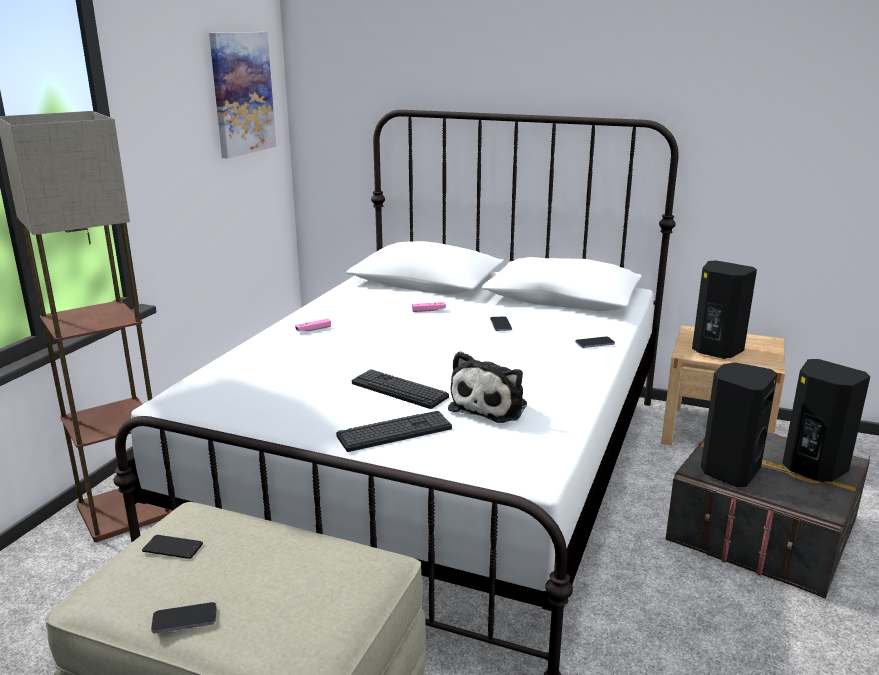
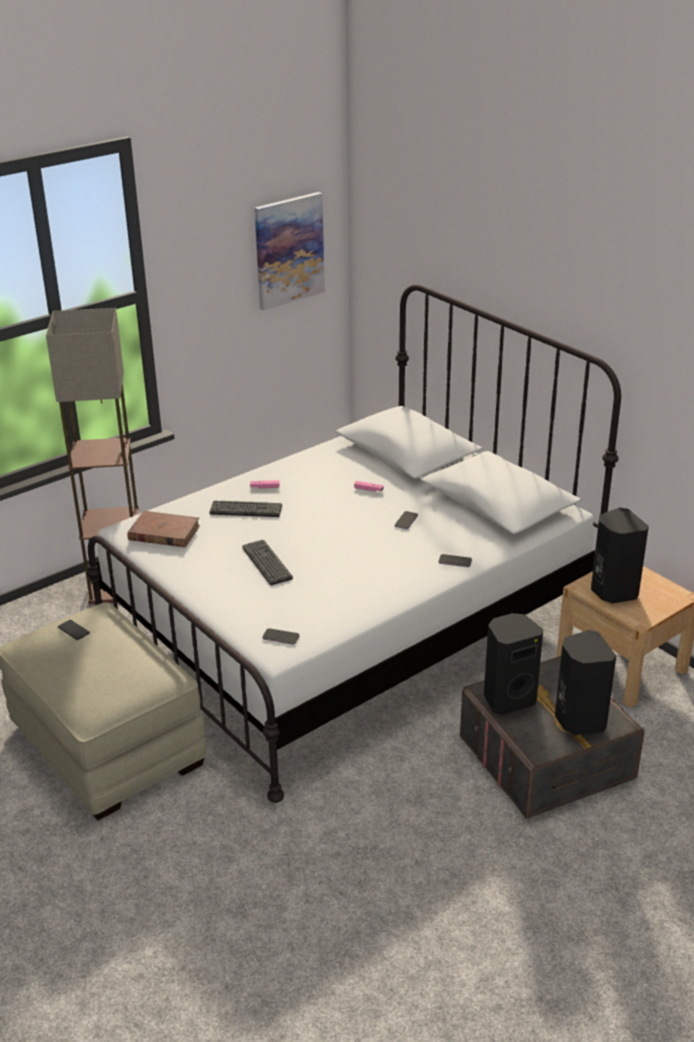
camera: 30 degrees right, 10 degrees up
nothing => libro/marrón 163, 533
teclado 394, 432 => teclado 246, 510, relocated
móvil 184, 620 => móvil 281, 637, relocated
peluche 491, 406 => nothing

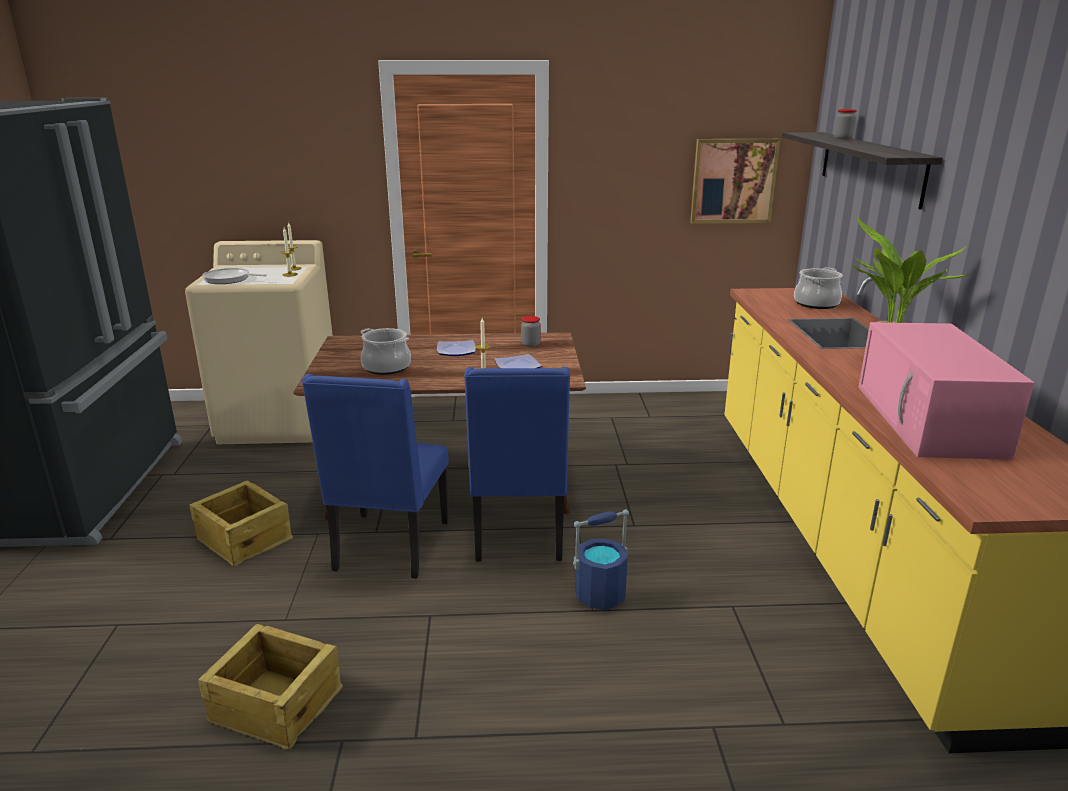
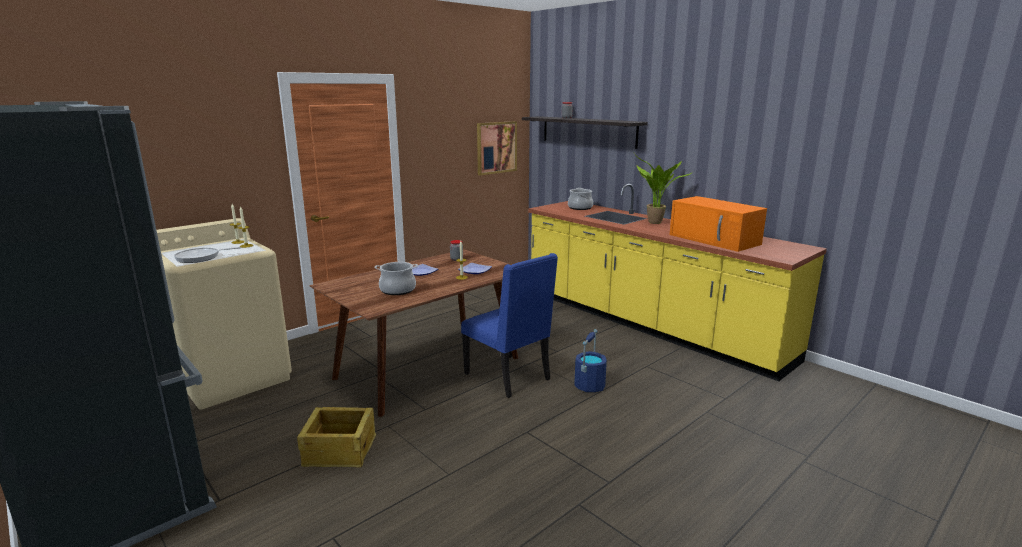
camera: 40 degrees left, 5 degrees down
microondas/rosa 930, 421 => microondas/naranja 715, 239
caja de embalaje 276, 704 => nothing
silla/azul 390, 547 => nothing

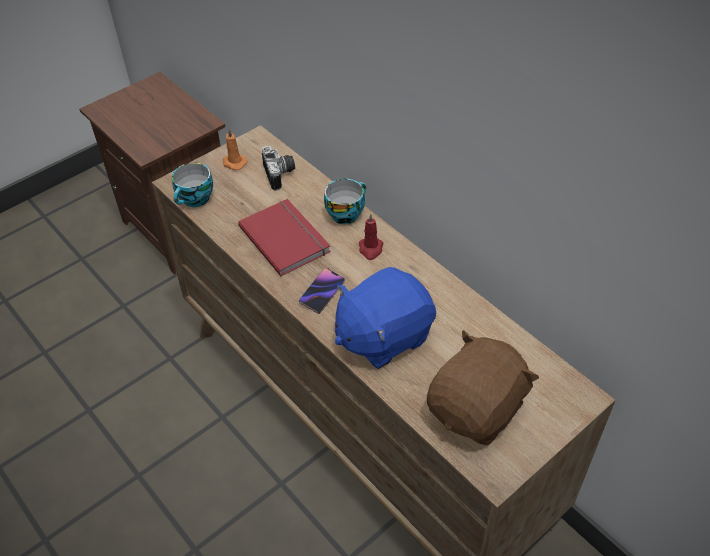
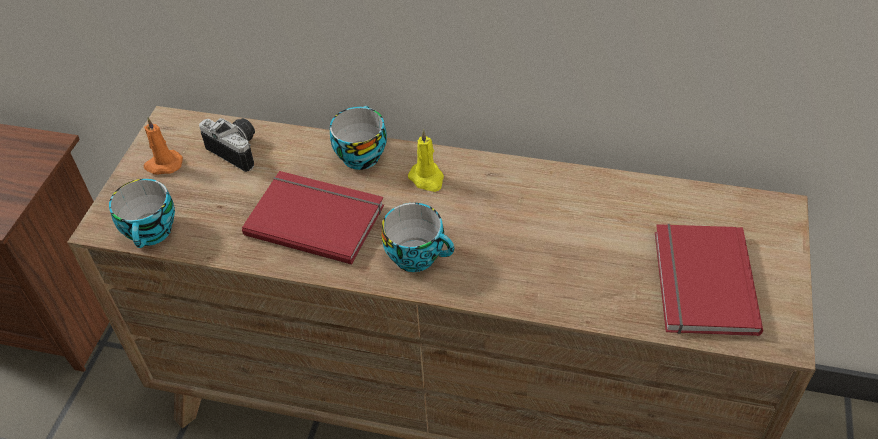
camera: 35 degrees left, 0 degrees up
móvil 322, 292 => taza 418, 255
vela/rojo 370, 249 => vela/amarillo 427, 179
peluche/marrón 477, 409 => libro/rojo 700, 282
peluche/azul 383, 336 => nothing

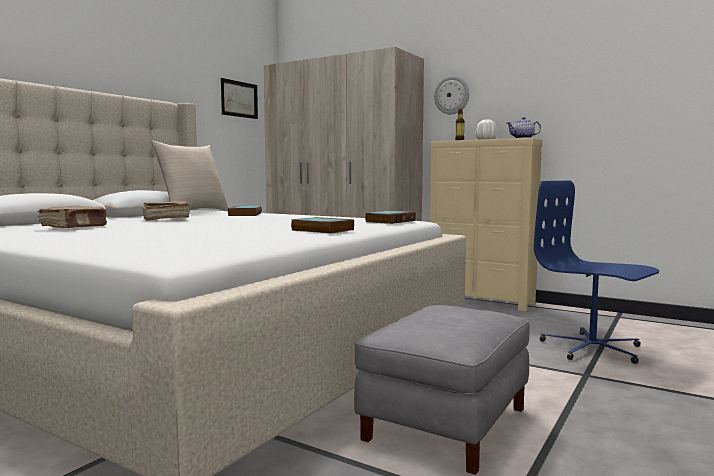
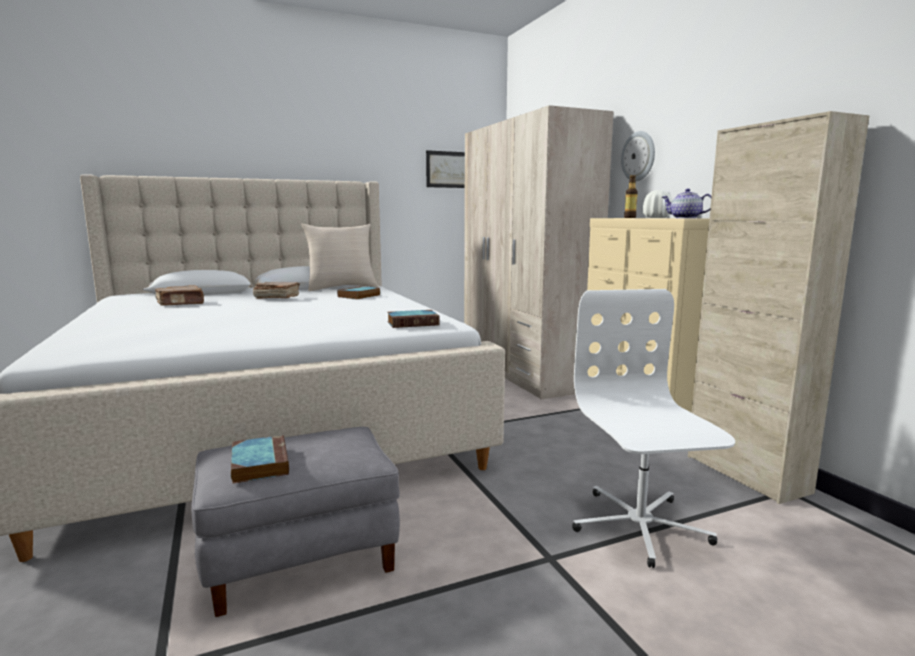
camera: 35 degrees right, 5 degrees up
libro 321, 230 => libro 259, 463, relocated
silla de oficina/azul 592, 348 => silla de oficina/blanco 639, 526
nothing => armario/beis 746, 474

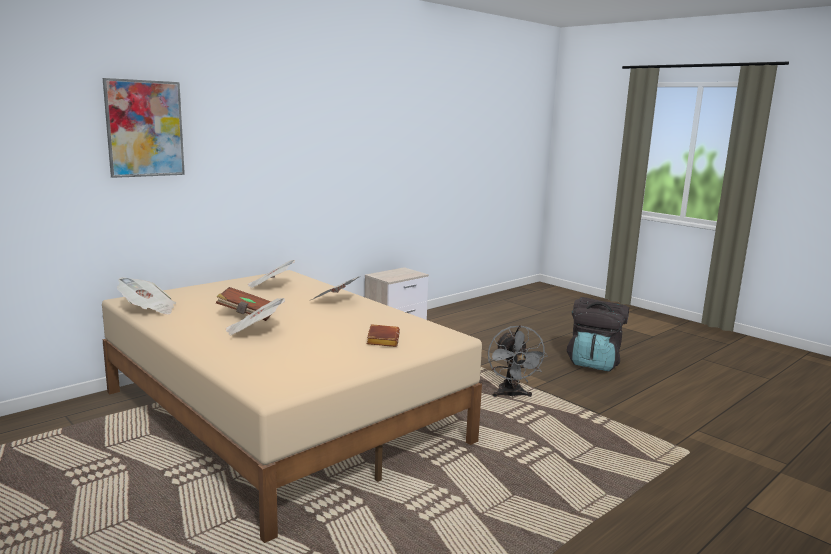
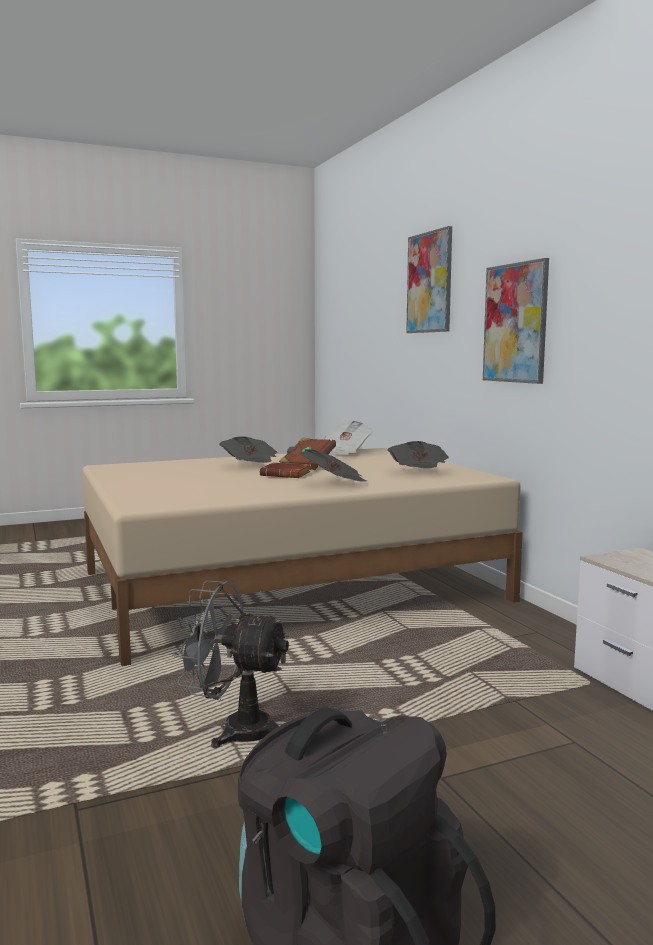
camera: 110 degrees right, 5 degrees down
libro/marrón 382, 339 => libro/marrón 287, 475, relocated
nothing => cuadro 515, 323

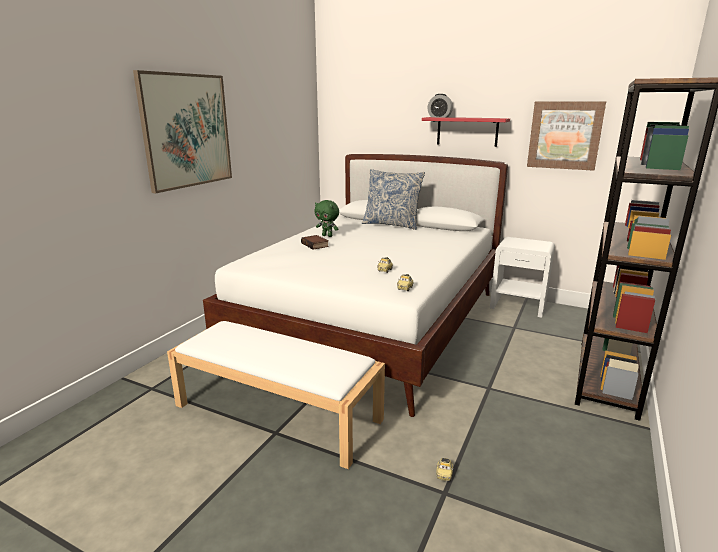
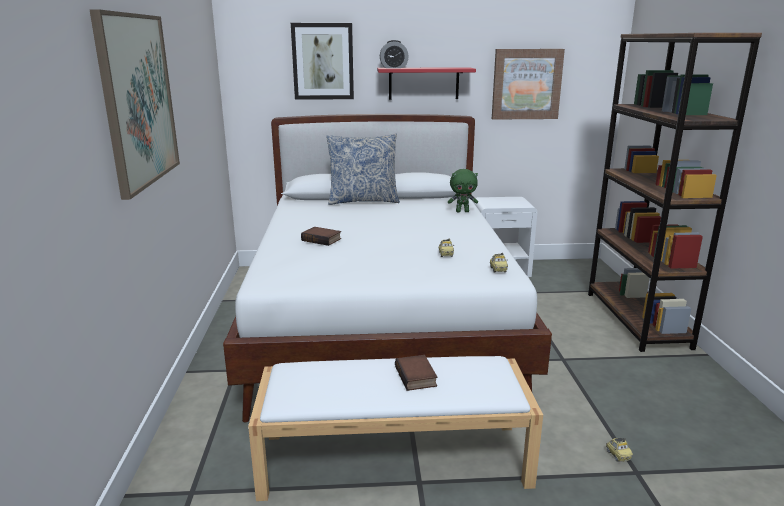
camera: 30 degrees left, 0 degrees up
nothing => cuadro 323, 61
nothing => libro 417, 377
peluche/verde 327, 236 => peluche/verde 462, 211, relocated

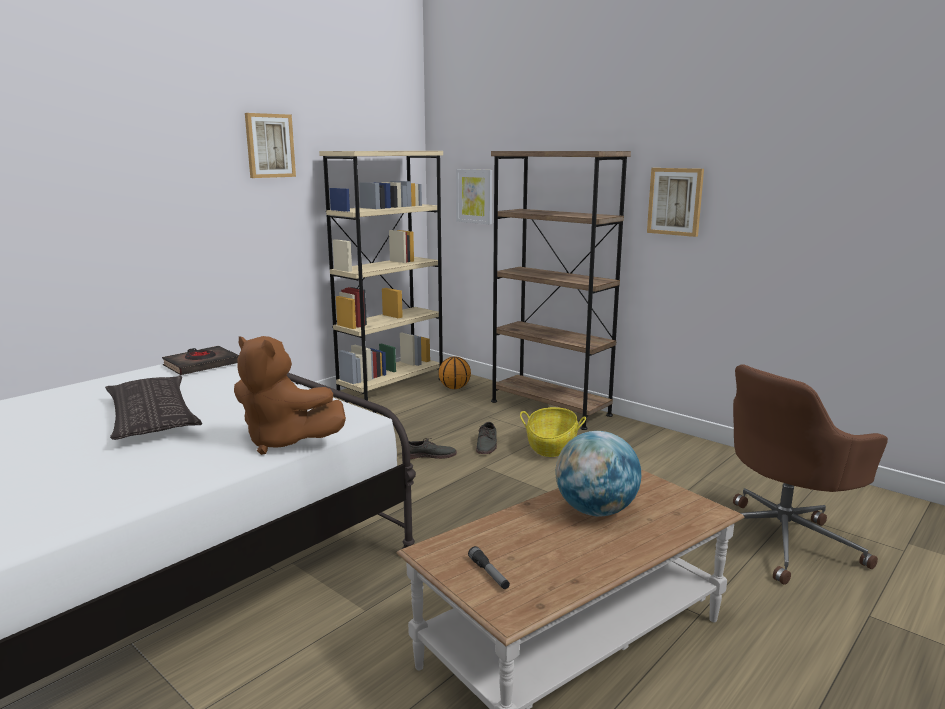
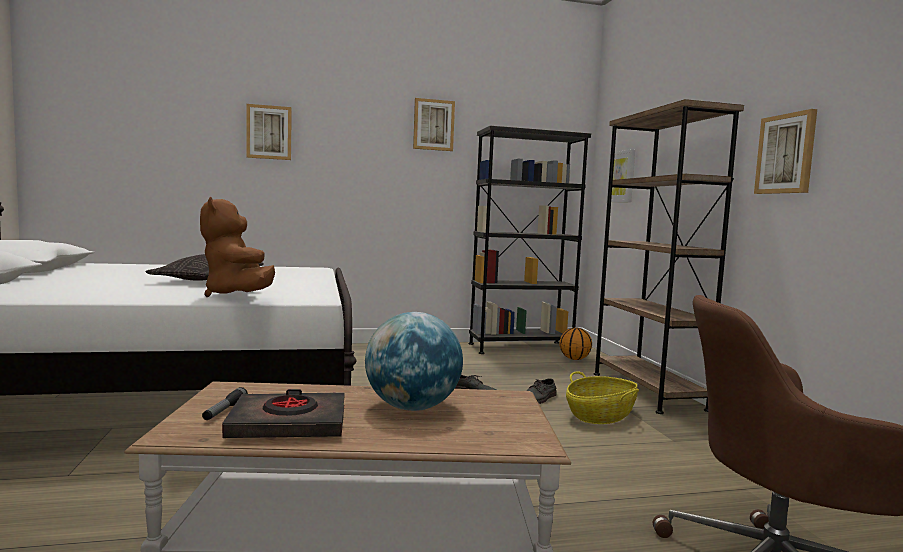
camera: 35 degrees right, 10 degrees down
libro/negro 201, 365 => libro/negro 289, 424, relocated
nothing => cuadro 269, 132
estantería/beis 391, 386 => estantería/negro 520, 347

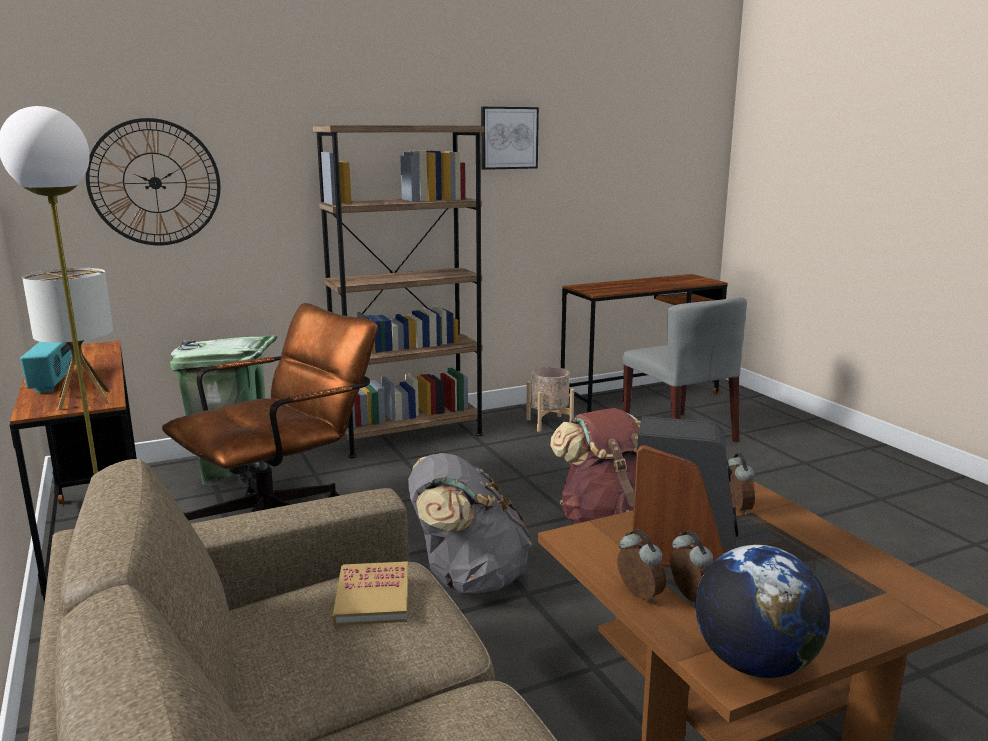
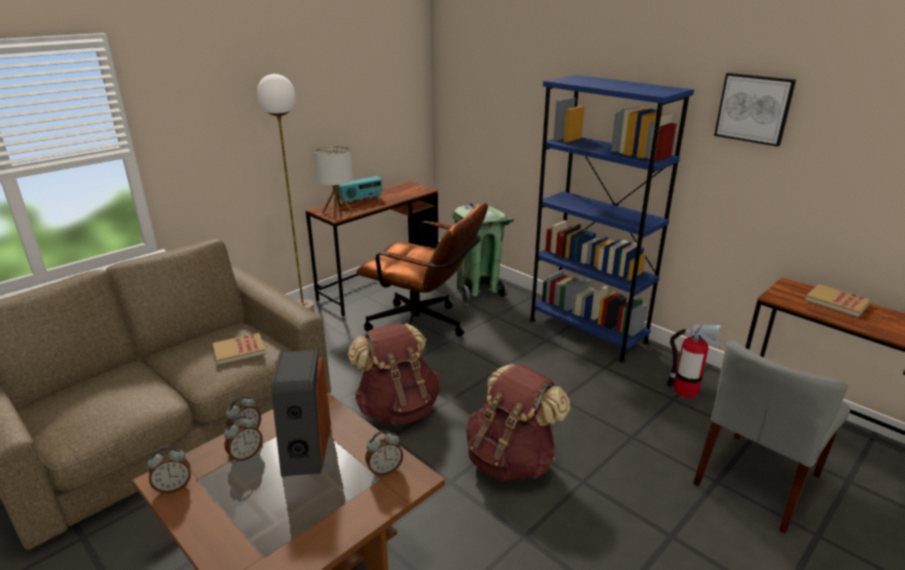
camera: 70 degrees right, 10 degrees up
globo terráqueo 754, 663 => despertador 174, 487
mochila/gris 468, 578 => mochila/marrón 397, 408
estantería/marrón 409, 436 => estantería/azul 587, 331
maceta/beis 549, 423 => extintor 685, 390
nothing => libro 836, 302
reloj de pared 155, 183 => nothing

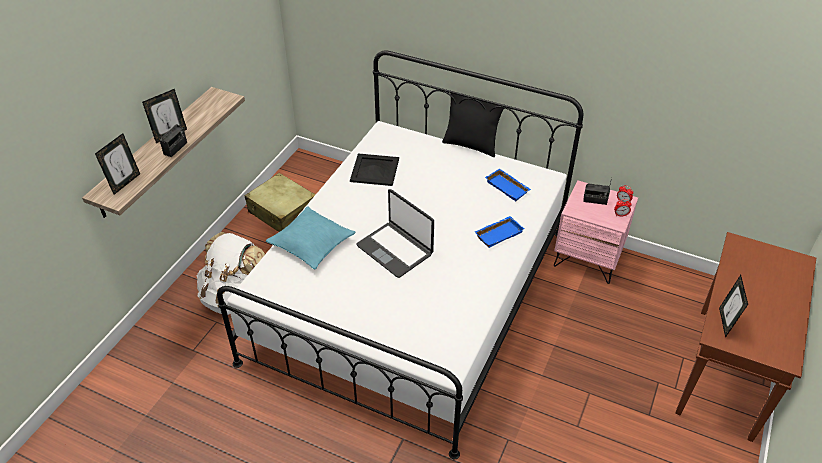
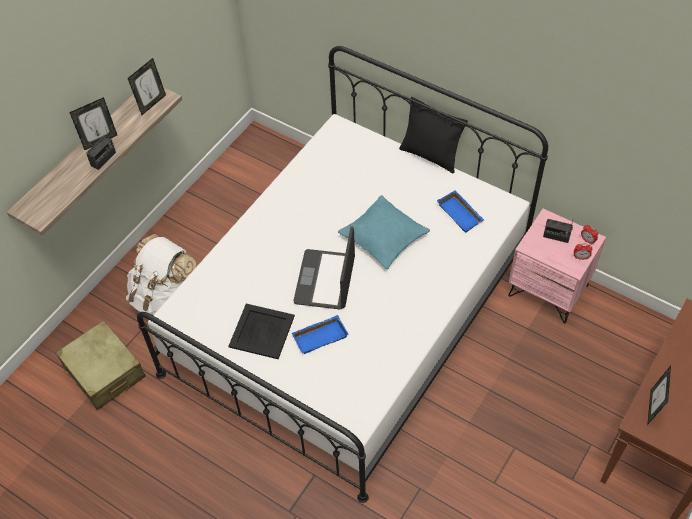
camera: 10 degrees right, 10 degrees up
maleta/beis 283, 212 => maleta/beis 104, 372, relocated
portarretratos 125, 183 => portarretratos 151, 104, relocated
bandeja/negro 375, 170 => bandeja/negro 262, 332, relocated
bandeja/azul 498, 233 => bandeja/azul 320, 336, relocated
portátil 395, 249 => portátil 325, 280, 45 degrees clockwise
cojín/turquesa 311, 243 => cojín/turquesa 384, 237, relocated

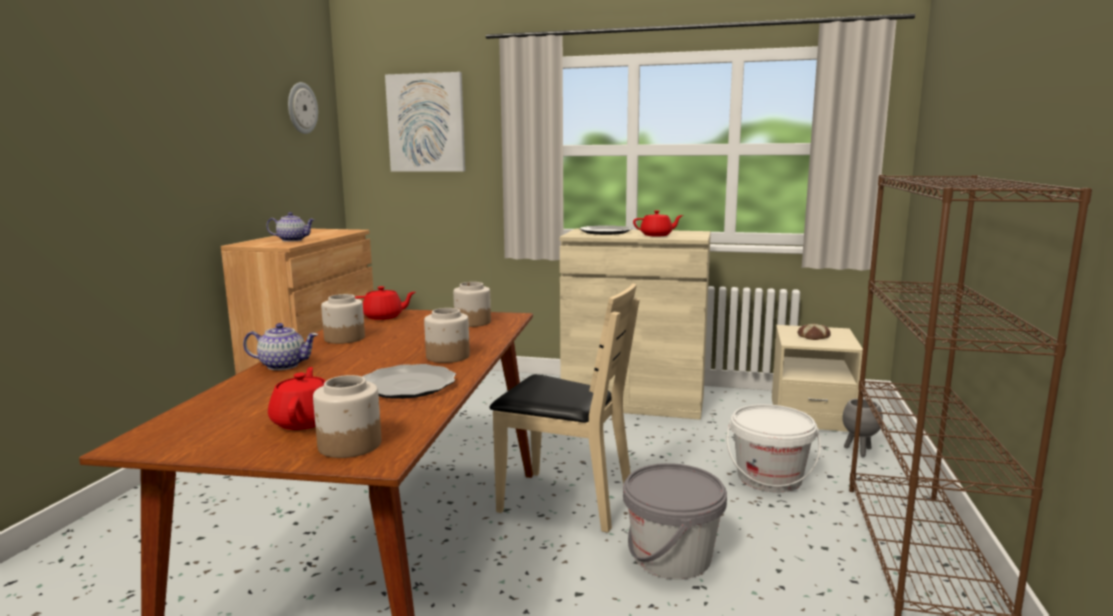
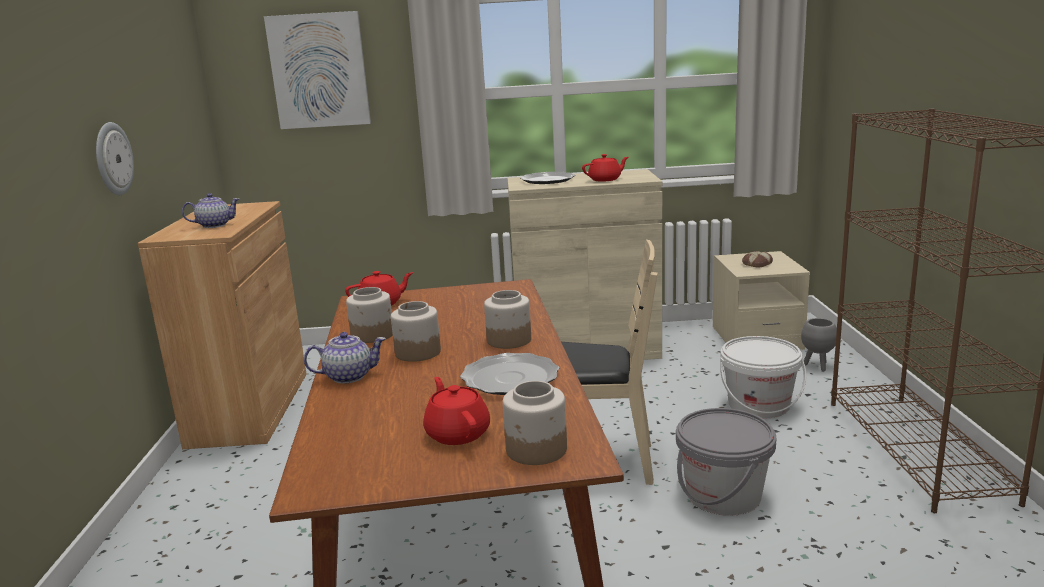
camera: 15 degrees left, 5 degrees up
reloj de pared 301, 108 => reloj de pared 112, 159, relocated
tarro 472, 322 => tarro 417, 352, relocated

